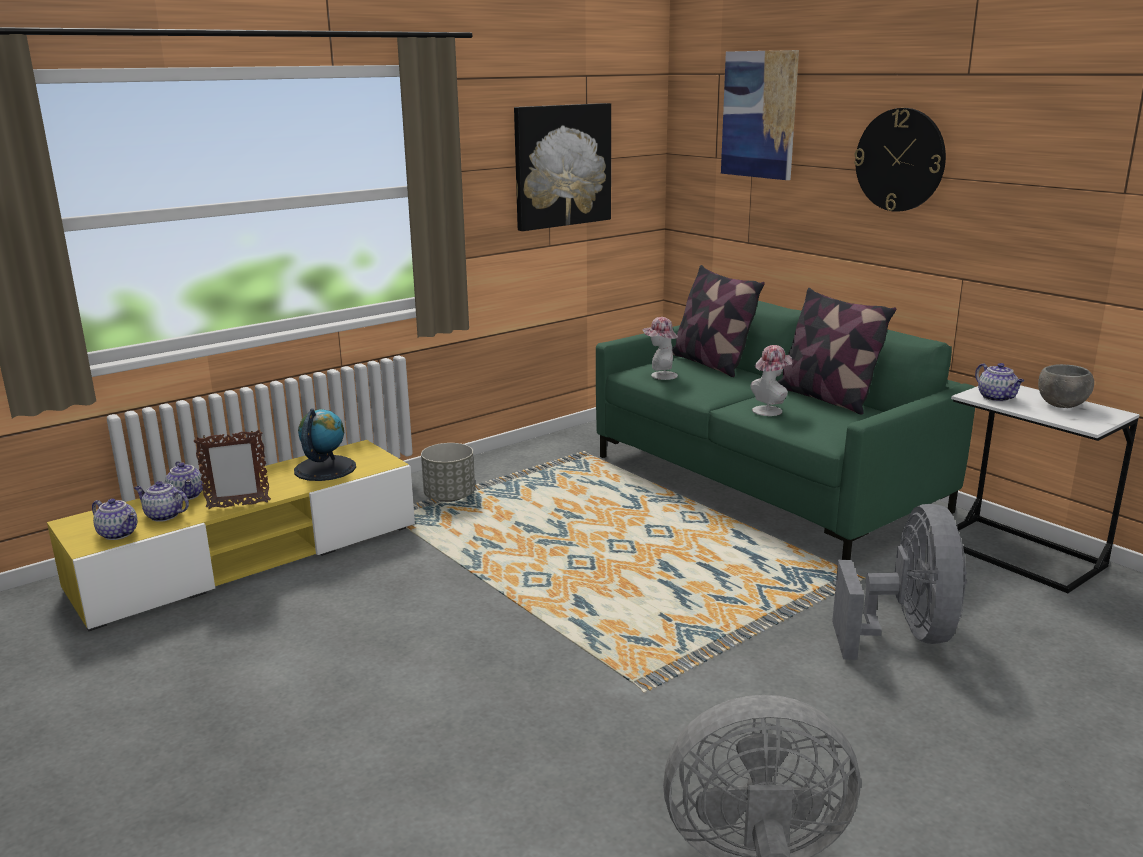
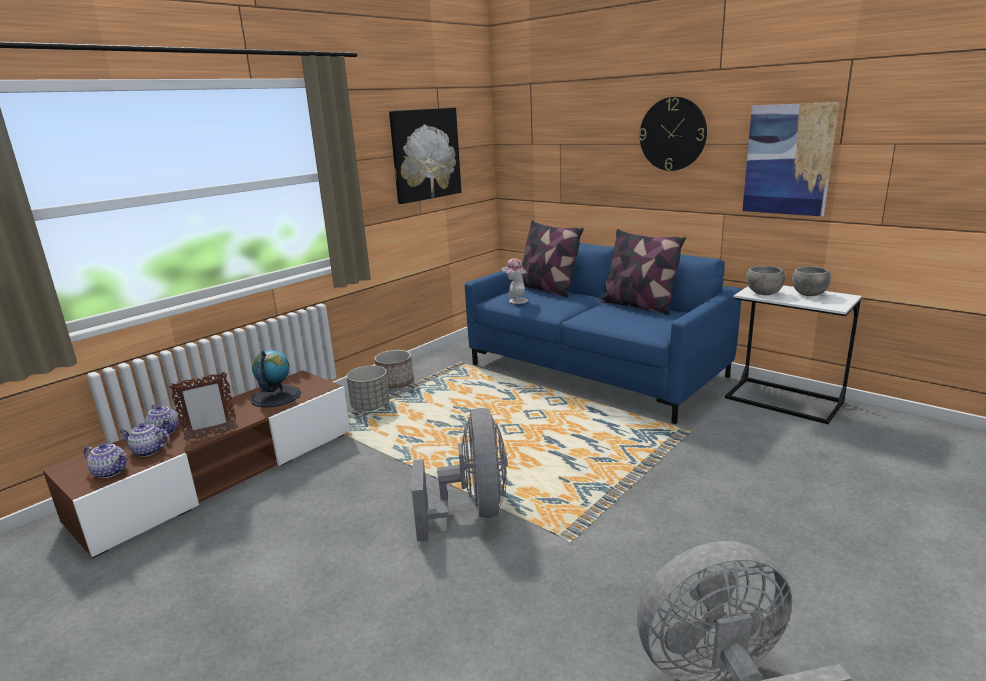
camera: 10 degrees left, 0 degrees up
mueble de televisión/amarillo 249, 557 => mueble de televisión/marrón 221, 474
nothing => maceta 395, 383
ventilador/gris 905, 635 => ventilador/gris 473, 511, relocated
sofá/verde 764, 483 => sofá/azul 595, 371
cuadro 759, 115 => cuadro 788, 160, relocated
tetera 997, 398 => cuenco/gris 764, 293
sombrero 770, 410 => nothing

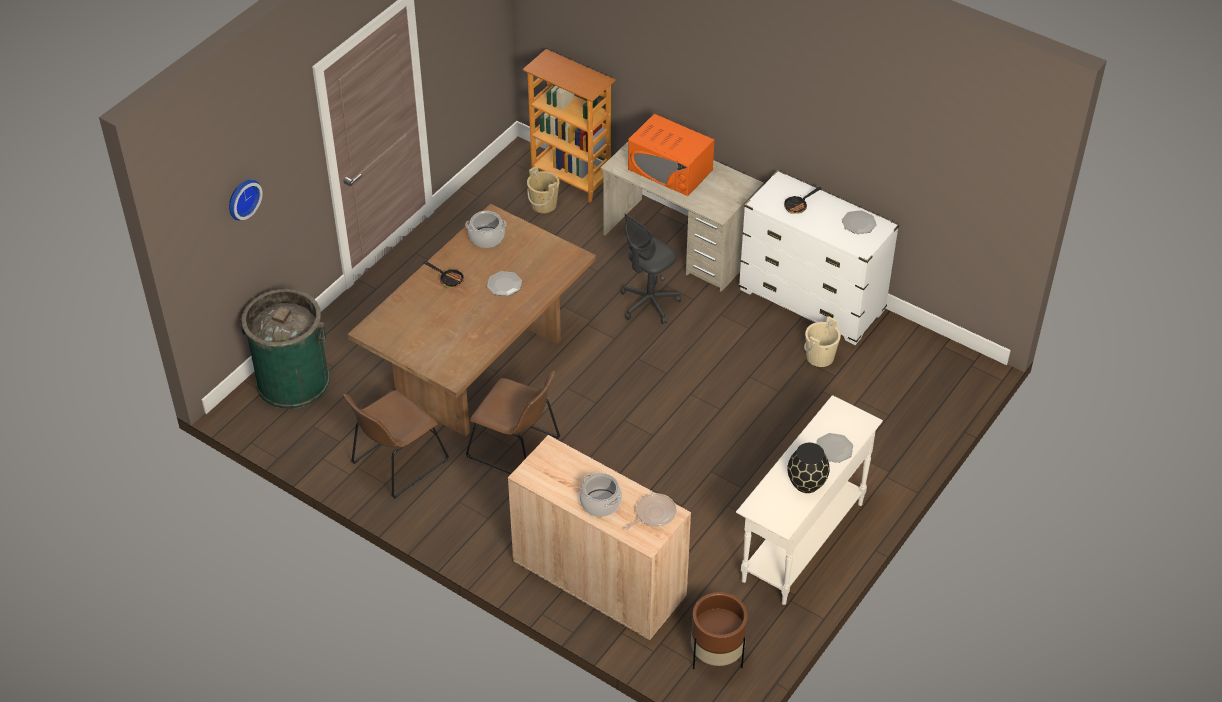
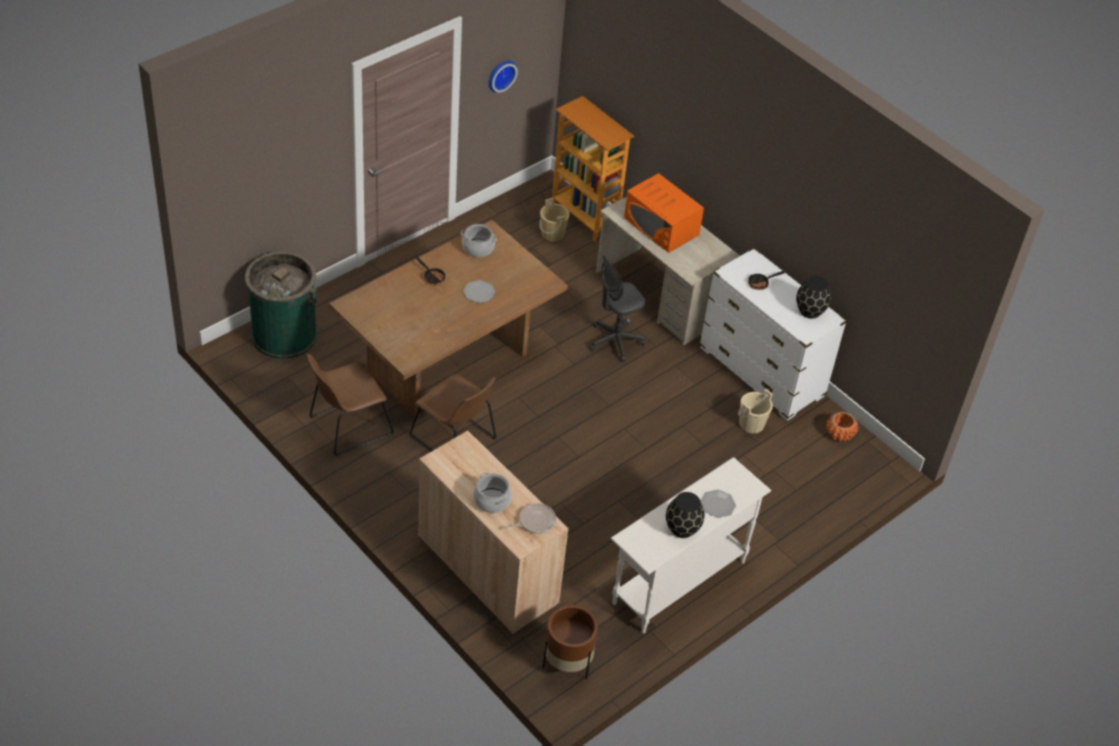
camera: 10 degrees right, 0 degrees up
reloj de pared 242, 198 => reloj de pared 500, 74, relocated
plato 859, 223 => florero/negro 810, 311
nothing => maceta/naranja 839, 434

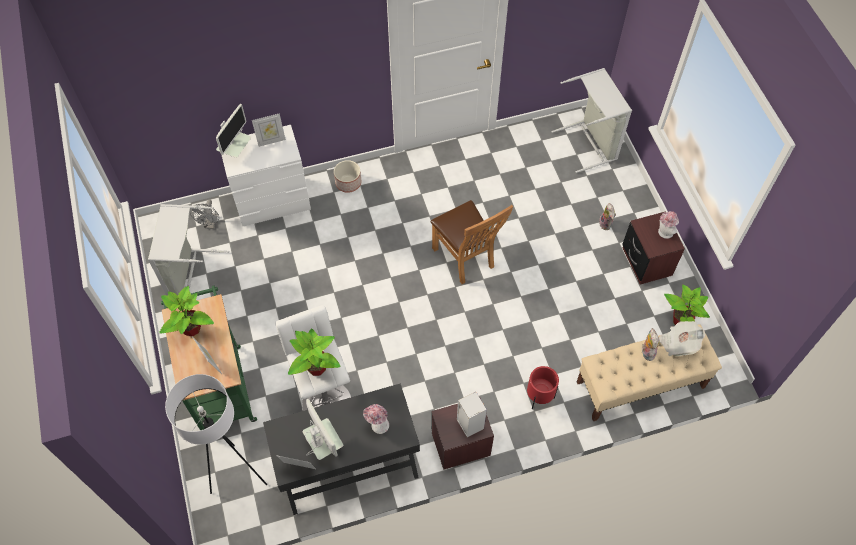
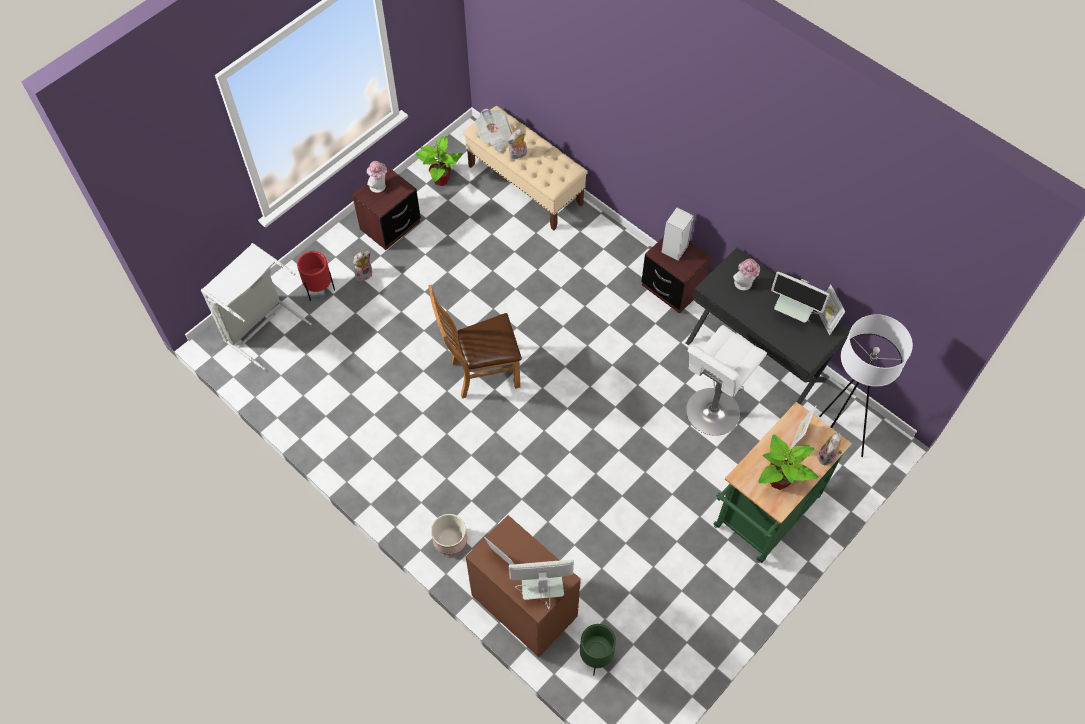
camera: 120 degrees left, 0 degrees up
maceta/rojo 539, 397 => maceta/rojo 319, 289, relocated
silla/marrón 466, 259 => silla/marrón 480, 373, 135 degrees counterclockwise
cómoda/blanco 273, 202 => cómoda/marrón 524, 606
ventilador/gris 210, 224 => maceta/verde 595, 657
monitor 323, 445 => monitor 792, 314, 90 degrees counterclockwise
nothing => peluche 827, 458
cesto de la ropa/gris 192, 276 => nothing
planta en maceta 316, 367 => nothing

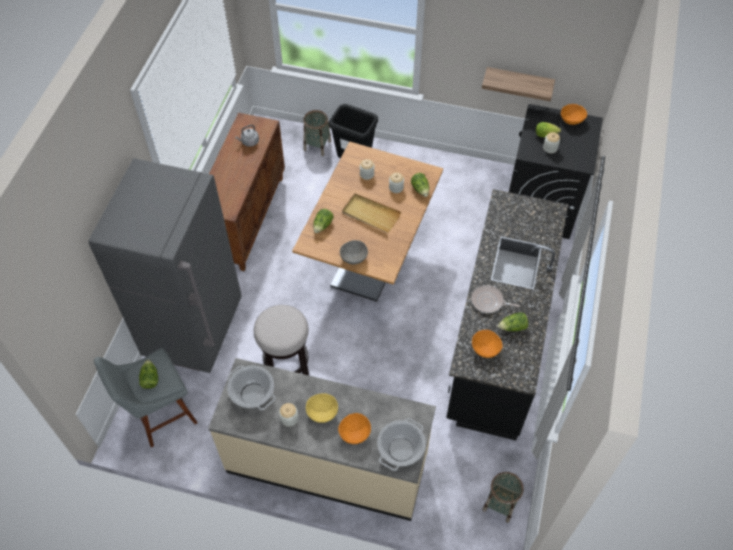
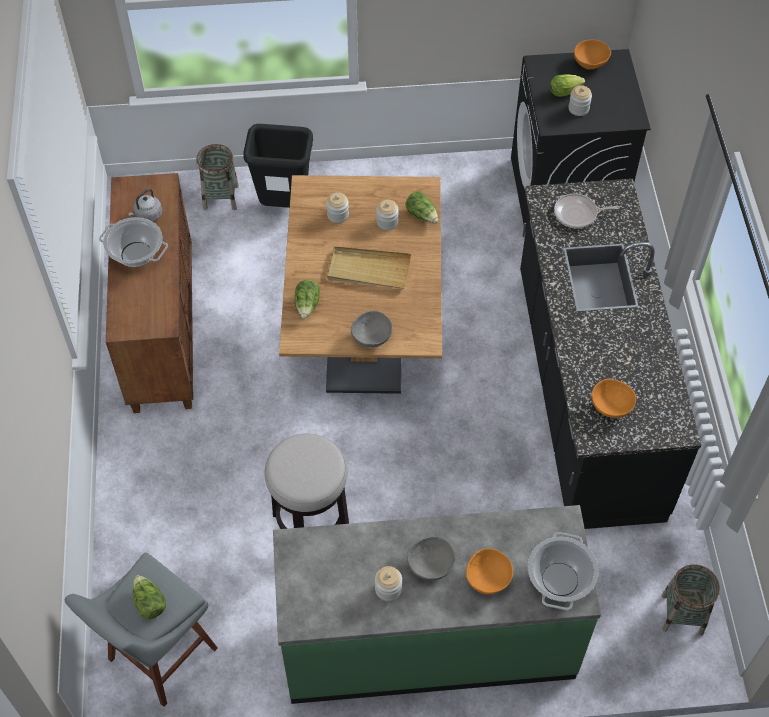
camera: 20 degrees left, 0 degrees up
olla 252, 394 => olla 136, 254, relocated
mueble bajo de cocina/beis 327, 463 => mueble bajo de cocina/verde 428, 640
cuenco/amarillo 322, 413 => cuenco/gris 430, 566
sartén 489, 302 => sartén 578, 214, relocated
nevera/gris 194, 329 => nothing
estante 518, 82 => nothing
lechuga 513, 327 => nothing

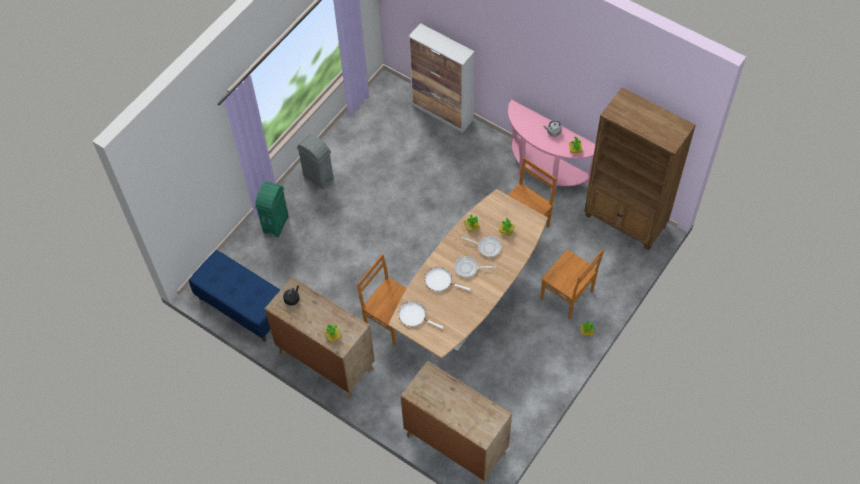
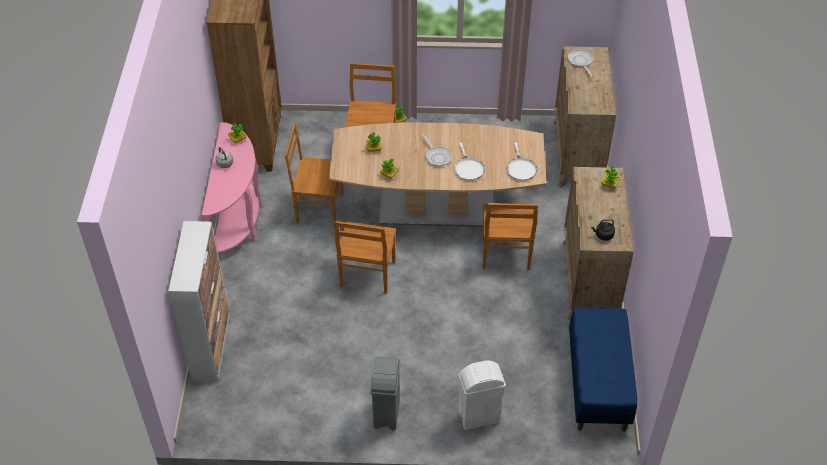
camera: 125 degrees left, 10 degrees down
nothing => silla/marrón 367, 275
papelera/verde 276, 224 => papelera/blanco 478, 417
sartén 487, 247 => sartén 580, 62, relocated

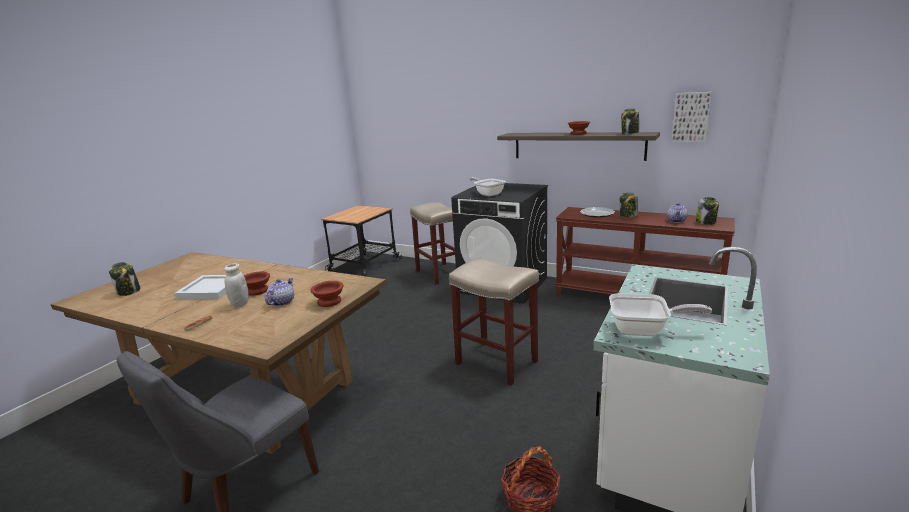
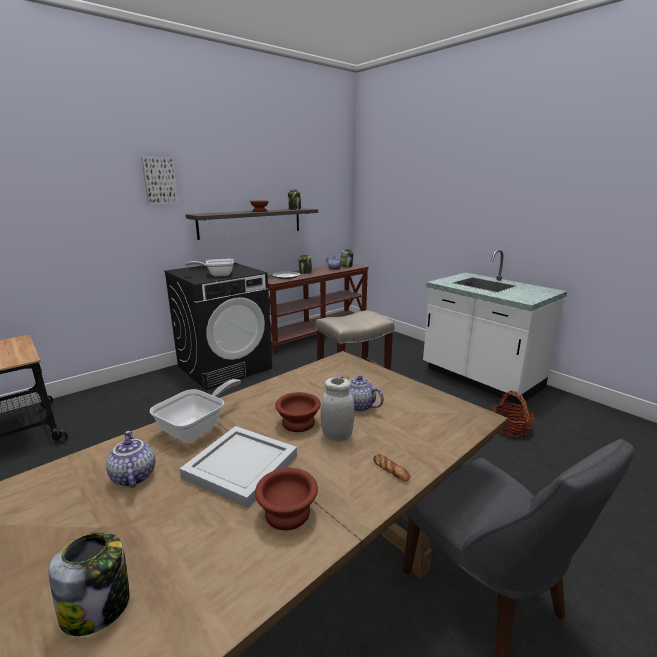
camera: 70 degrees left, 0 degrees up
nothing => tetera 132, 476
cuadro 691, 117 => cuadro 159, 181, relocated
sartén 644, 330 => sartén 197, 427, relocated
cuenco/marrón 328, 302 => cuenco/marrón 288, 514, relocated
taburete/beis 441, 274 => nothing

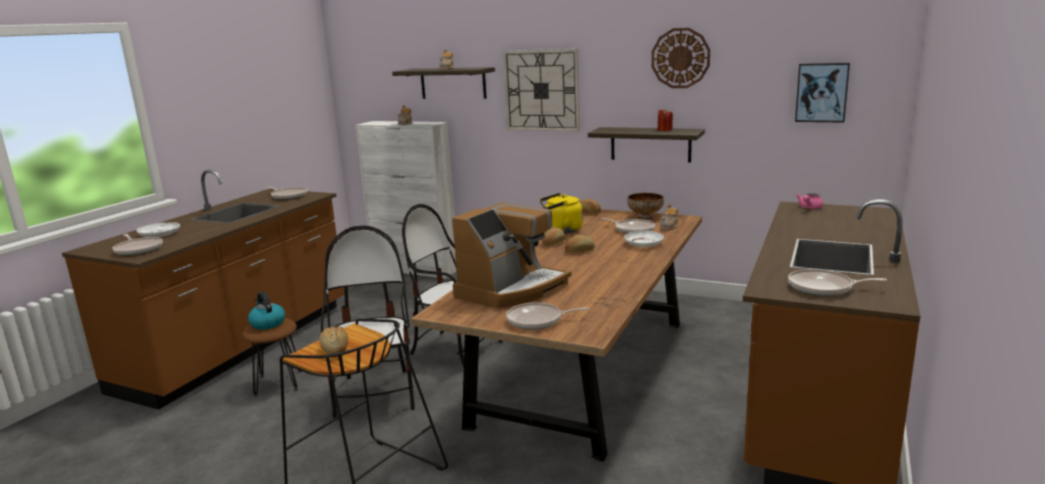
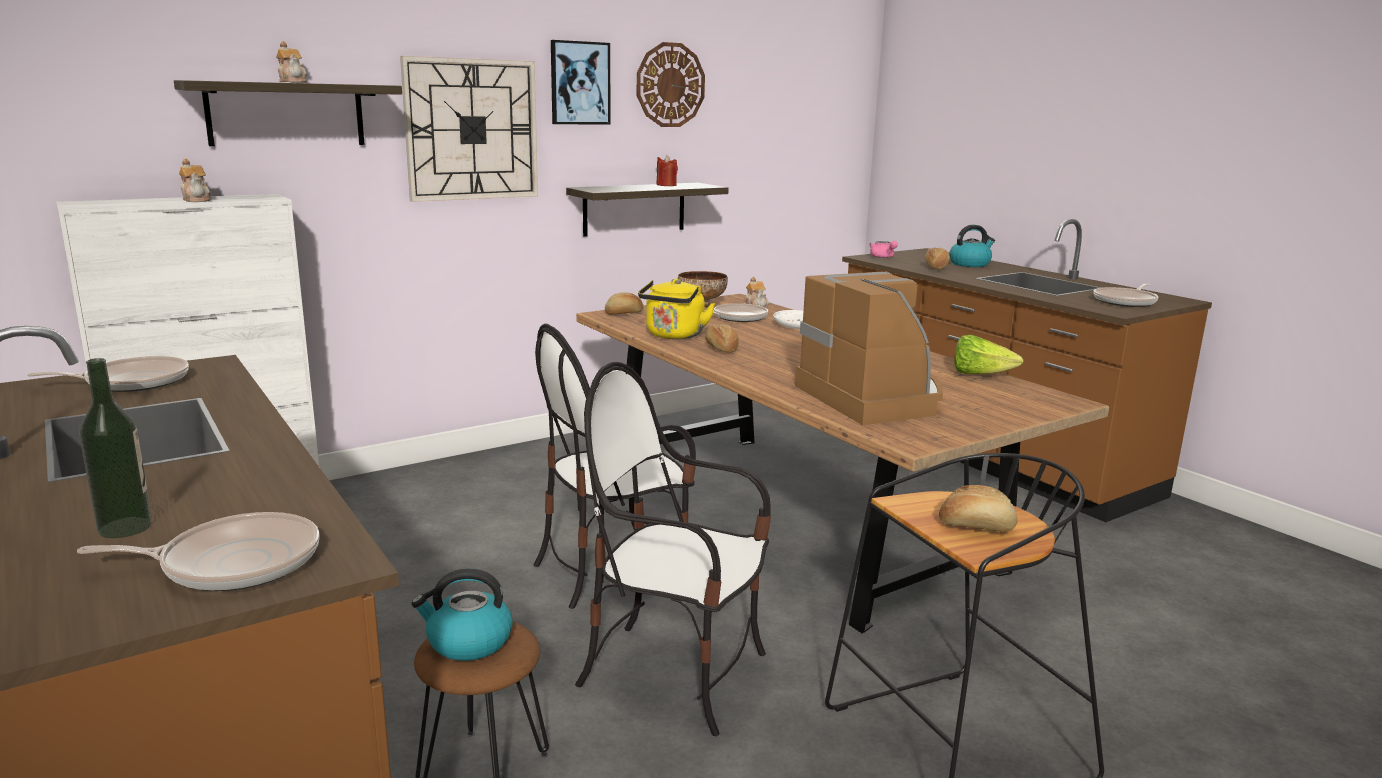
camera: 60 degrees left, 0 degrees up
plato/blanco 159, 234 => botella 125, 527
cuadro 821, 92 => cuadro 579, 83, relocated
pan 579, 251 => pan 936, 268, relocated
nothing => hervidor 970, 264
nothing => lechuga 980, 375
sartén 537, 321 => nothing

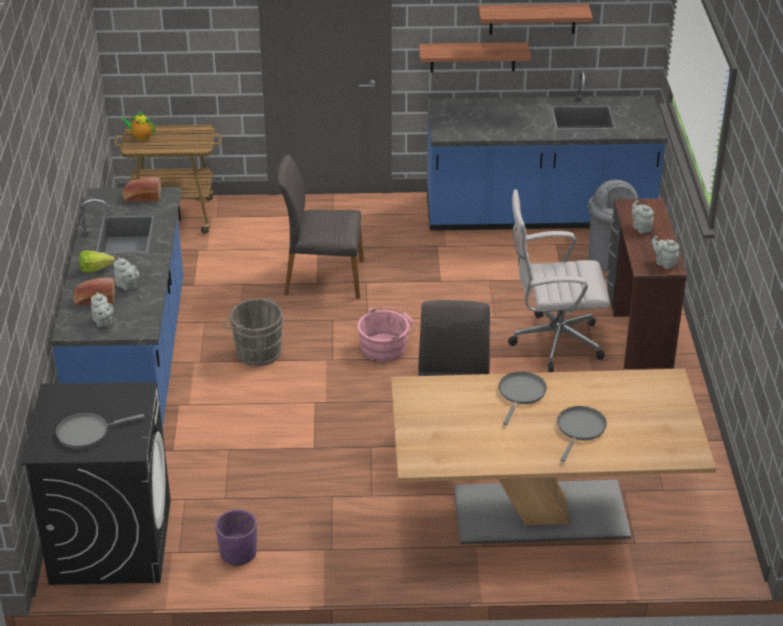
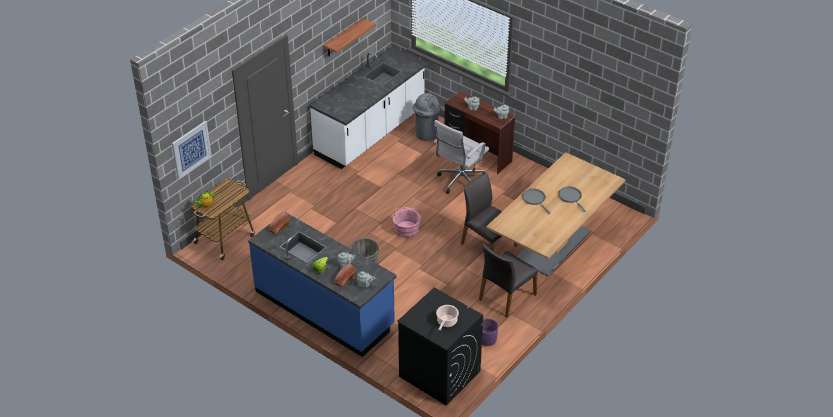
camera: 50 degrees left, 5 degrees up
nothing => cuadro 191, 149
mueble bajo de cocina/azul 538, 215 => mueble bajo de cocina/blanco 371, 133
sartén/gris 87, 432 => olla 446, 322
silla/gris 323, 278 => silla/gris 506, 297, relocated
estante 473, 57 => nothing

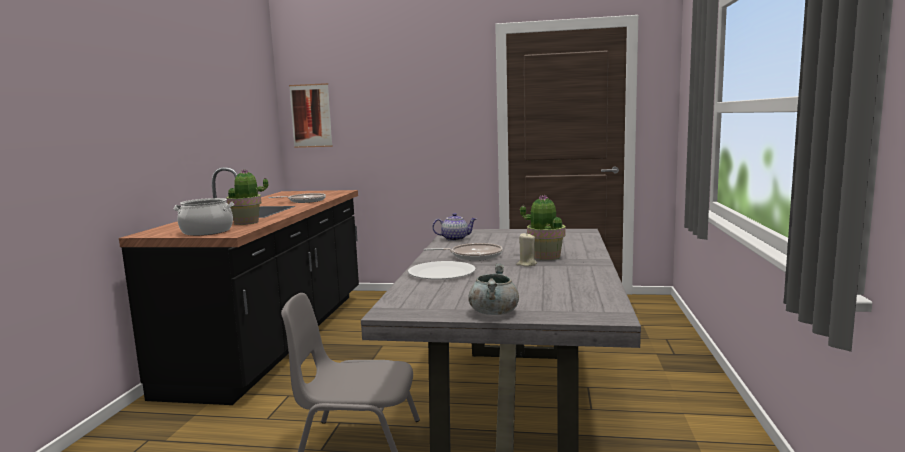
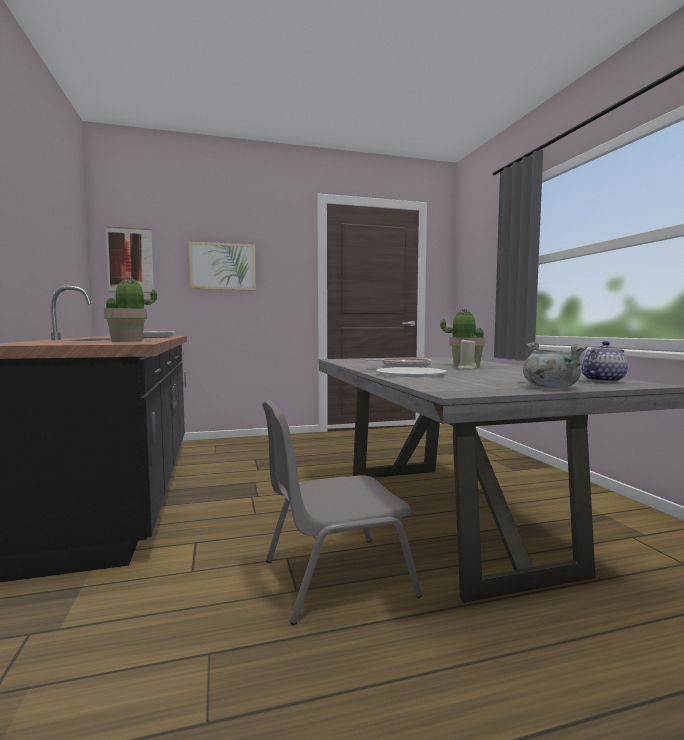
camera: 25 degrees left, 5 degrees down
nothing => cuadro 222, 266
tetera 455, 239 => tetera 602, 380, relocated
olla 207, 232 => nothing

